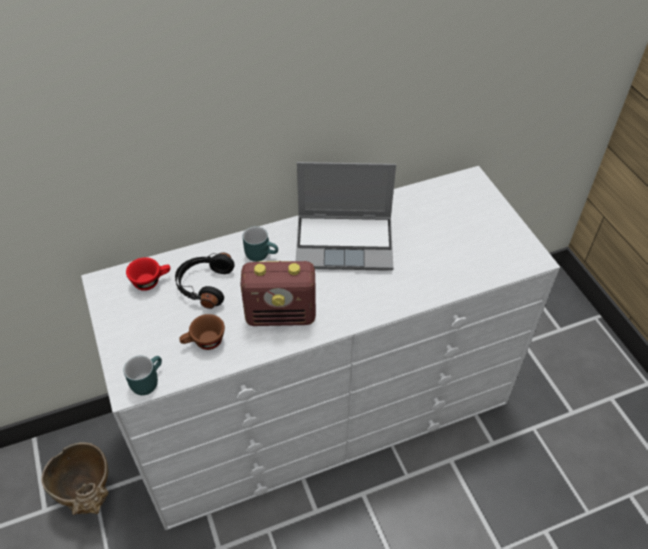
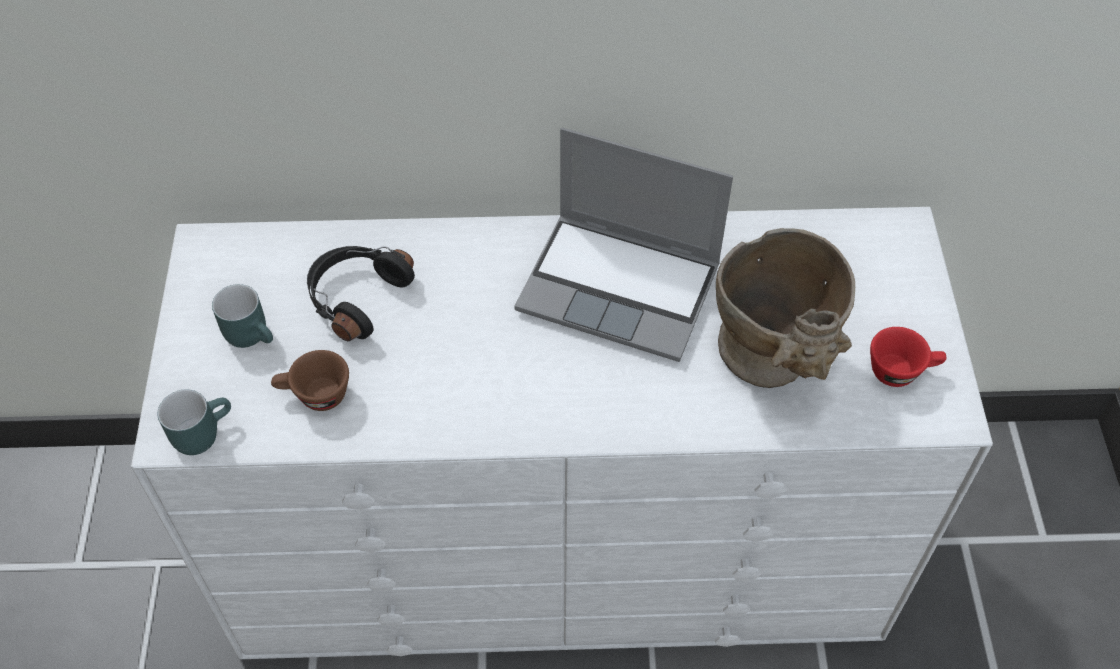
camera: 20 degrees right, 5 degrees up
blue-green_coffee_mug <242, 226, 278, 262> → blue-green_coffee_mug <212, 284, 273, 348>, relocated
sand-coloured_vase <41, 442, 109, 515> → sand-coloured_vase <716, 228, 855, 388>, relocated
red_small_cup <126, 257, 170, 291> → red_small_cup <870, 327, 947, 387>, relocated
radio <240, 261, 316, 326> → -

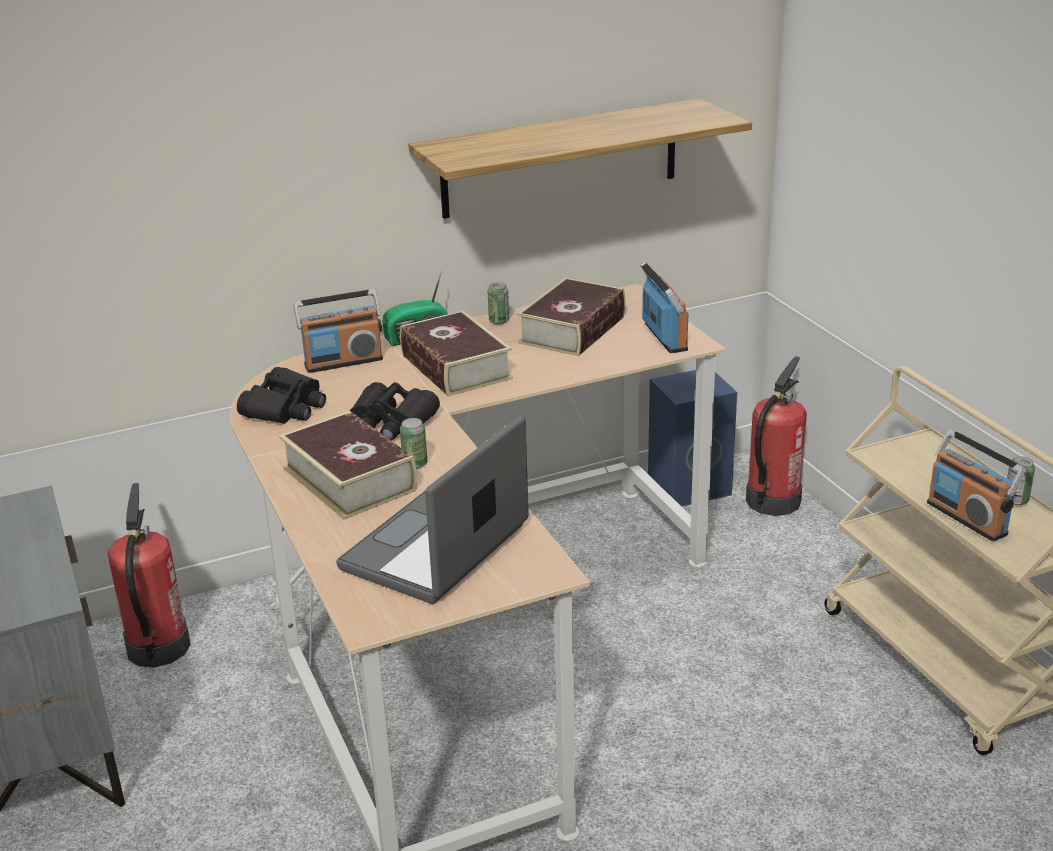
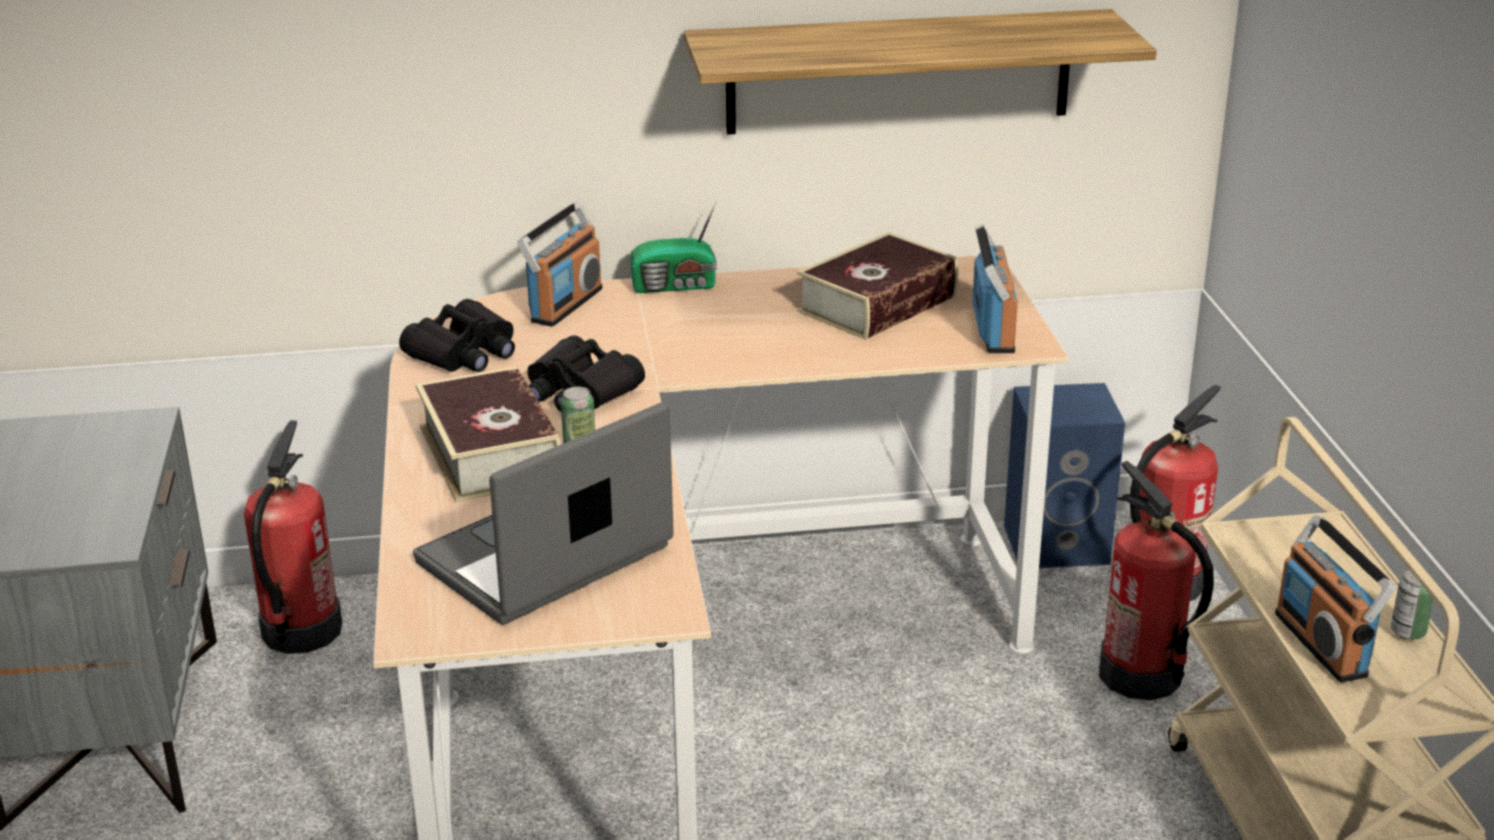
camera: 15 degrees right, 0 degrees up
radio <294, 289, 383, 373> → radio <517, 202, 602, 327>, 60 degrees counterclockwise
- → fire_extinguisher <1099, 461, 1214, 700>
book <400, 311, 513, 397> → -
metal_can <488, 282, 509, 324> → -

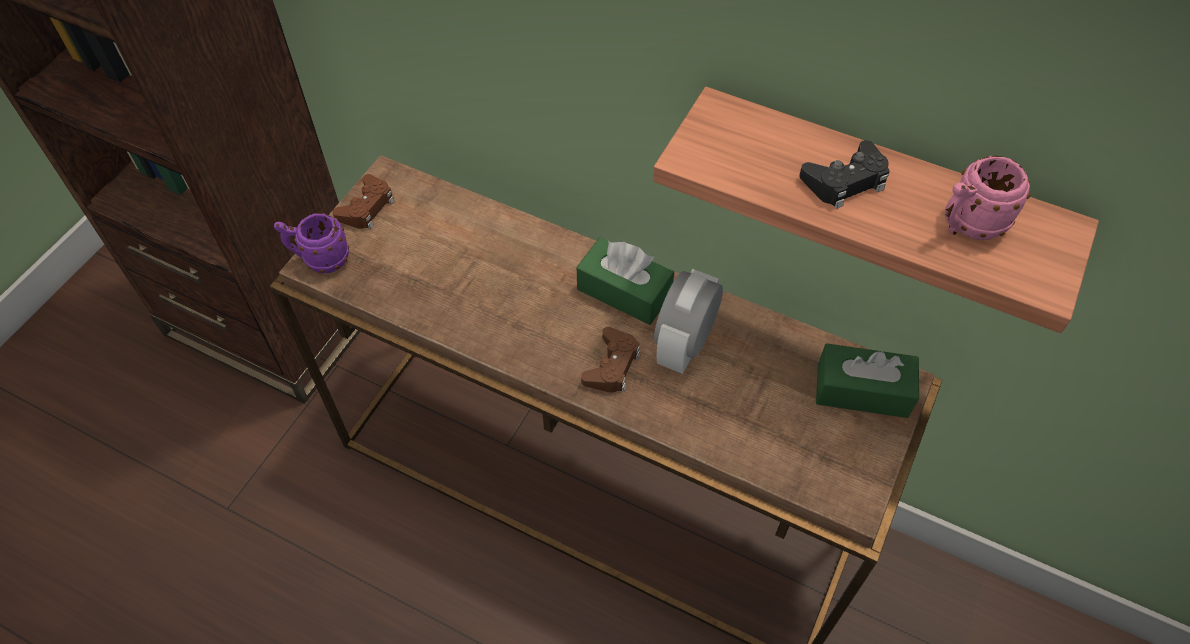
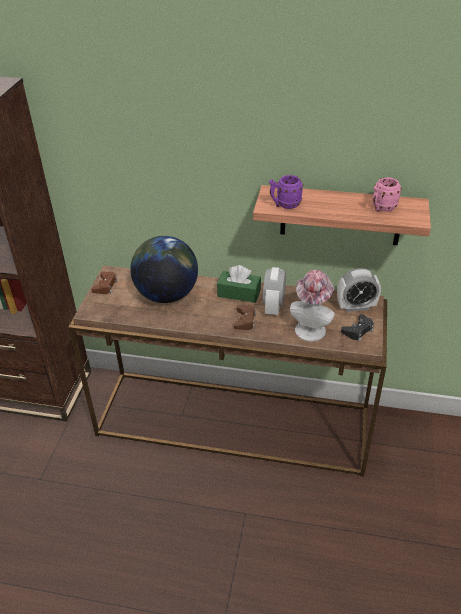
camera: 15 degrees left, 15 degrees down
- → desk_globe <130, 236, 198, 303>
purplish_coffee_mug <274, 213, 349, 273> → purplish_coffee_mug <269, 175, 303, 209>, relocated
- → clothing_hat <290, 270, 335, 341>
green_tissue_box <816, 343, 919, 418> → bedside_clock <337, 268, 381, 312>
black_game_controller <799, 140, 890, 209> → black_game_controller <341, 314, 374, 341>, relocated

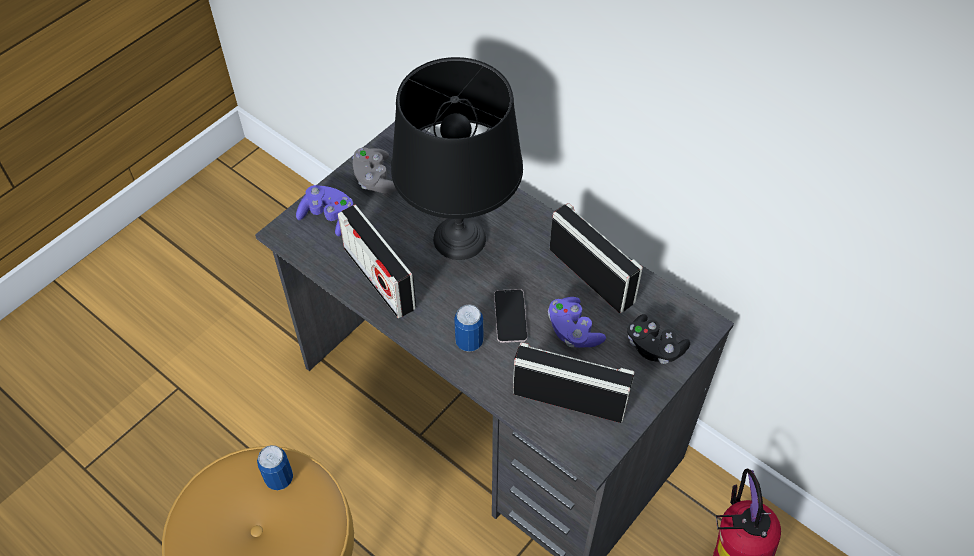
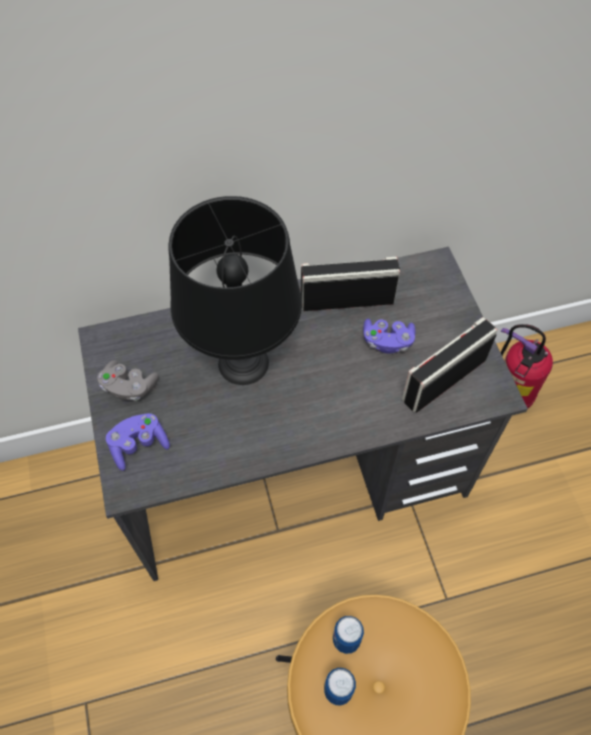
camera: 55 degrees left, 5 degrees up
metal_can <454, 304, 483, 352> → metal_can <324, 668, 356, 706>, relocated
radio <338, 205, 416, 318> → -
handset <494, 289, 528, 343> → -
black_game_controller <627, 314, 690, 364> → -

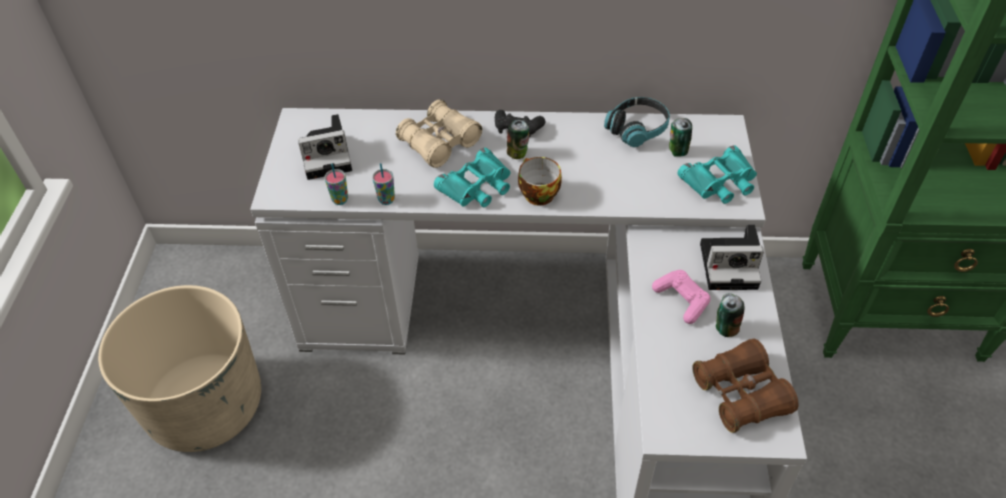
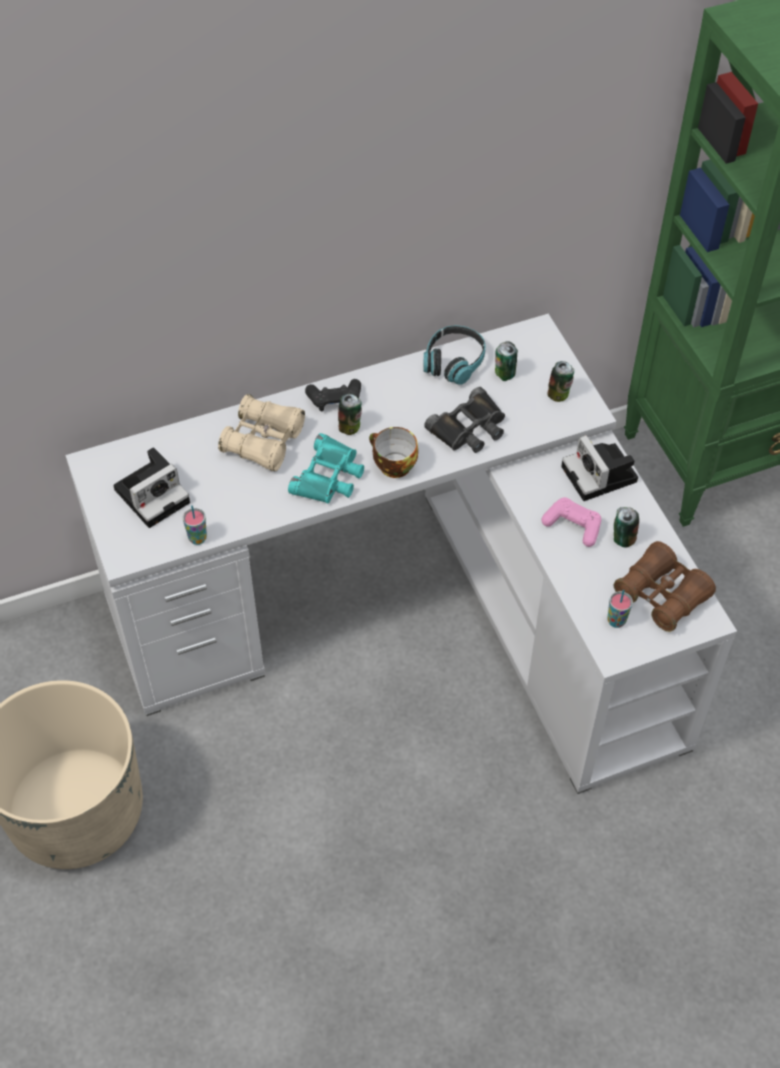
camera: 25 degrees left, 5 degrees up
- → black_binoculars <424, 387, 505, 453>
blue-green_binoculars <678, 145, 757, 204> → metal_can <547, 361, 574, 402>
photo_camera <700, 224, 764, 290> → photo_camera <561, 435, 638, 501>, 90 degrees clockwise
small_cup <372, 163, 395, 205> → small_cup <607, 590, 633, 628>, relocated

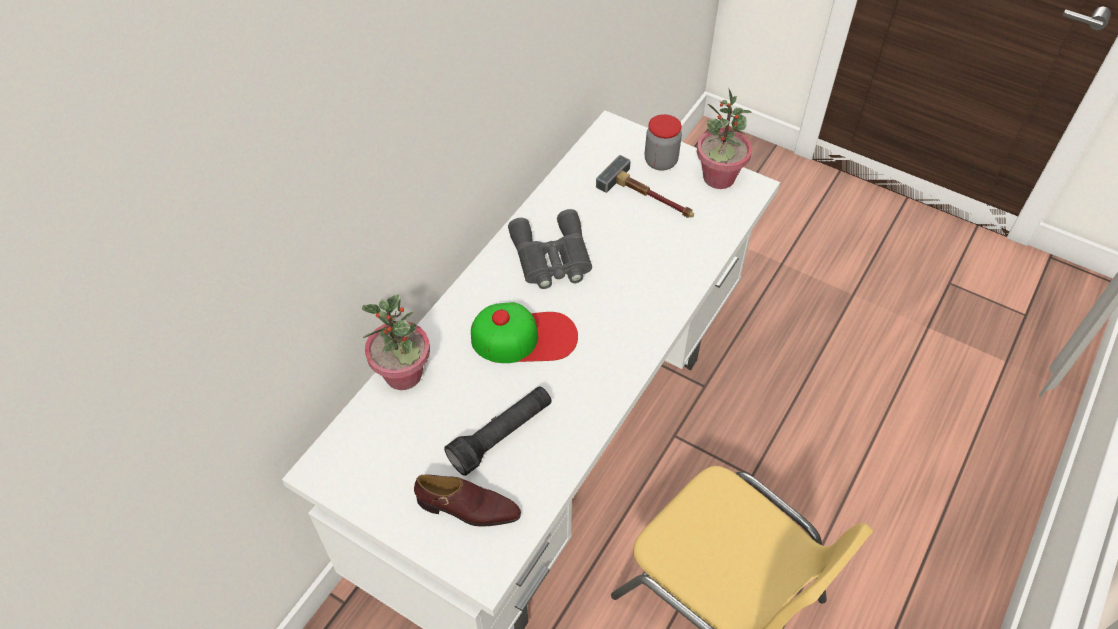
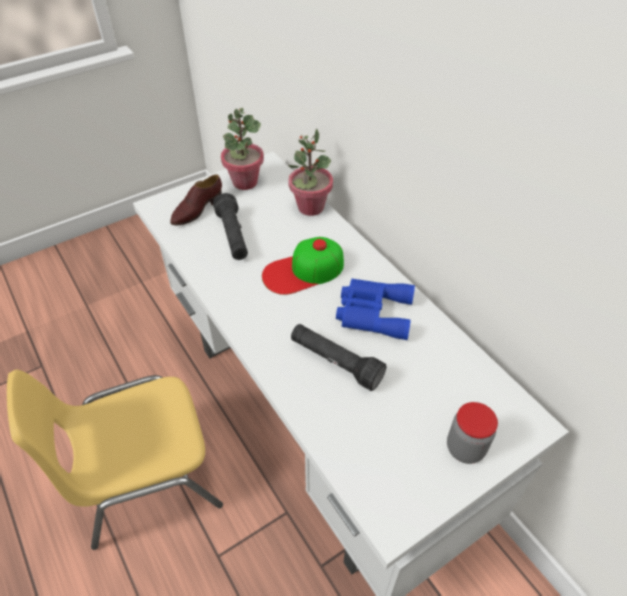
camera: 115 degrees right, 5 degrees down
potted_plant <697, 89, 752, 189> → potted_plant <221, 108, 264, 190>, relocated
baseball_cap <471, 302, 578, 363> → baseball_cap <262, 237, 344, 295>, 45 degrees clockwise
- → black_torch <291, 324, 387, 391>
greyish_binoculars <508, 209, 592, 289> → blue_binoculars <336, 279, 415, 340>
hammer <596, 155, 694, 218> → -

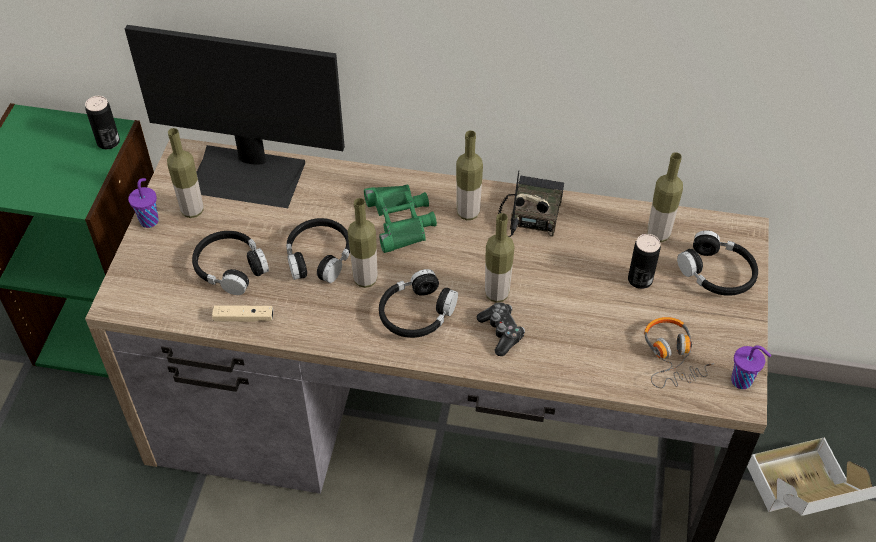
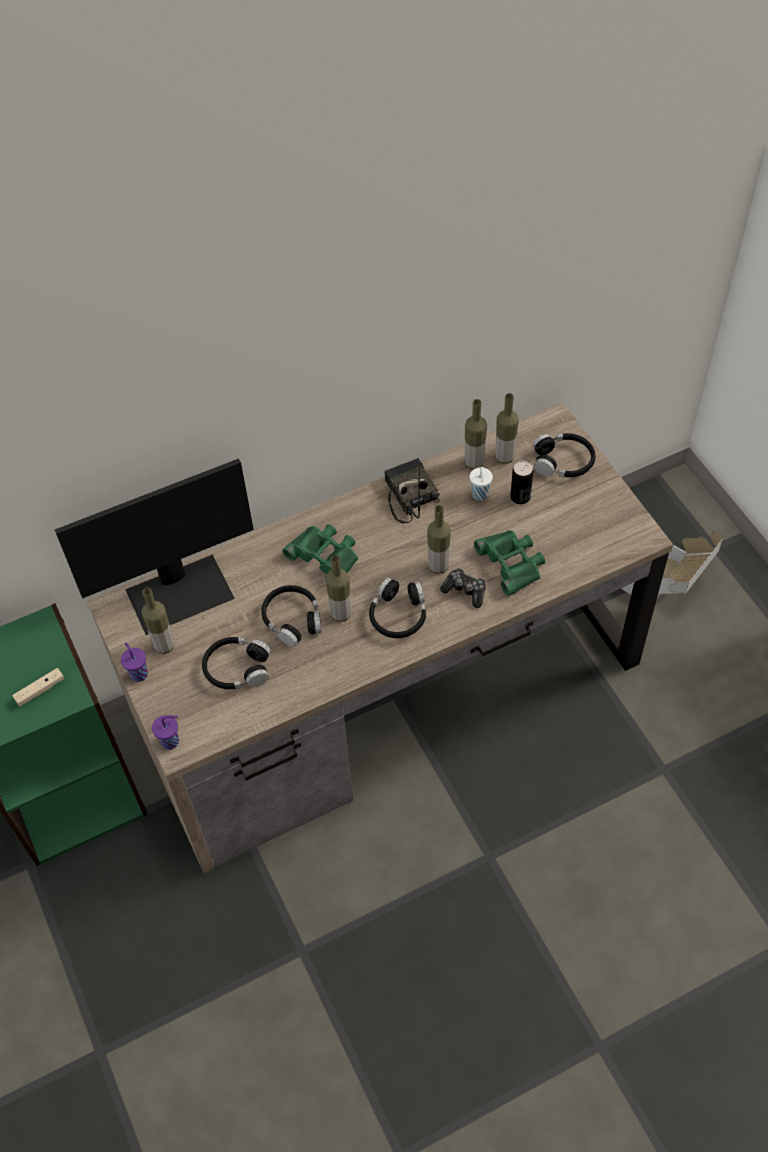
camera: 35 degrees left, 5 degrees up
sand-coloured_game_controller <212, 305, 273, 322> → sand-coloured_game_controller <13, 668, 64, 706>, relocated
purplish_small_cup <731, 345, 771, 389> → purplish_small_cup <152, 715, 179, 750>, relocated
drink_bottle <456, 131, 483, 220> → drink_bottle <465, 399, 487, 470>, relocated
- → white-coloured_small_cup <470, 467, 493, 501>
- → green_binoculars <474, 530, 545, 596>
metal_can <85, 96, 120, 149> → -
headphones <644, 317, 715, 388> → -

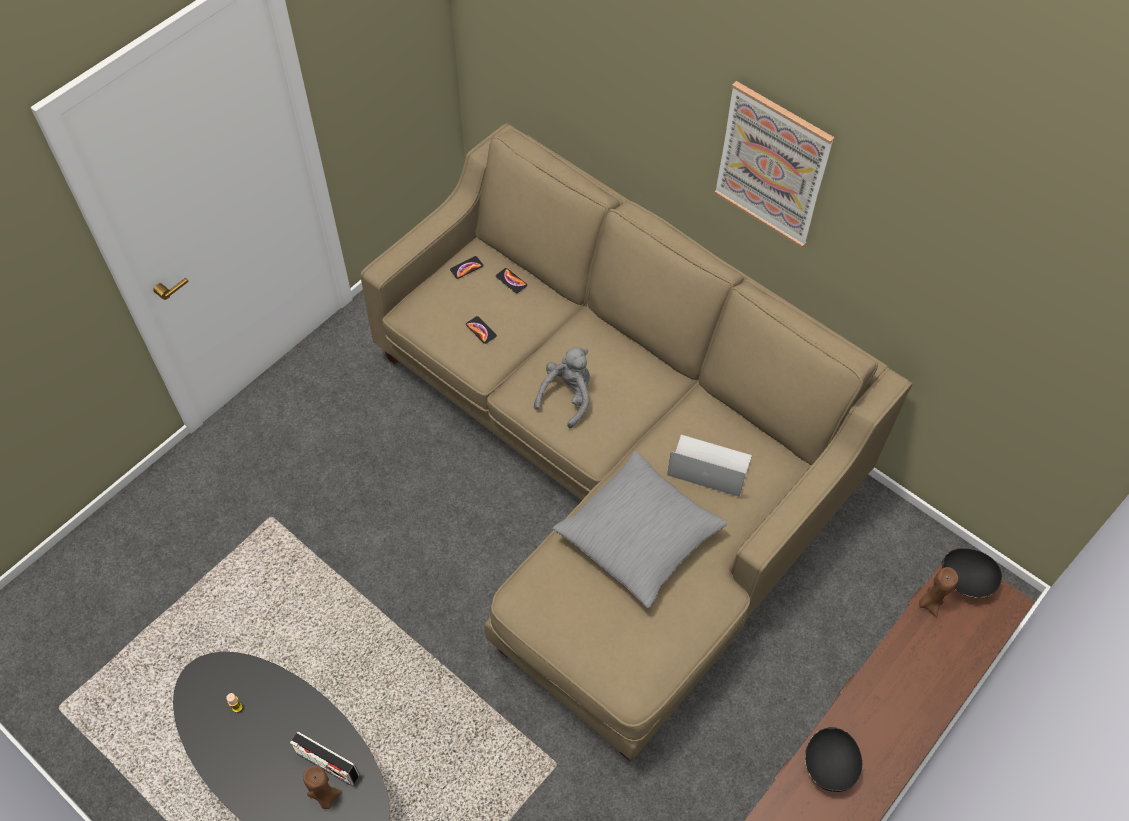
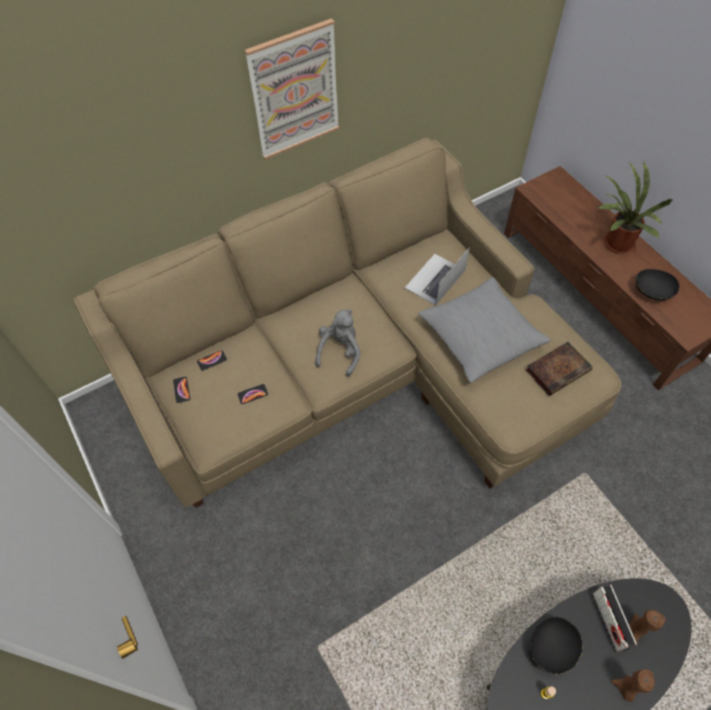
camera: 70 degrees left, 0 degrees up
greyish_cuddly_toy <534, 347, 590, 428> → greyish_cuddly_toy <315, 309, 361, 377>, 60 degrees clockwise
- → book <526, 342, 593, 396>
black_serving_bowl <941, 548, 1002, 598> → black_serving_bowl <530, 617, 583, 674>, relocated
radio <290, 731, 359, 786> → radio <592, 584, 637, 653>, 120 degrees clockwise
- → potted_plant <596, 161, 673, 254>
brown-coloured_wax_light <919, 567, 958, 617> → brown-coloured_wax_light <611, 669, 655, 702>, relocated

